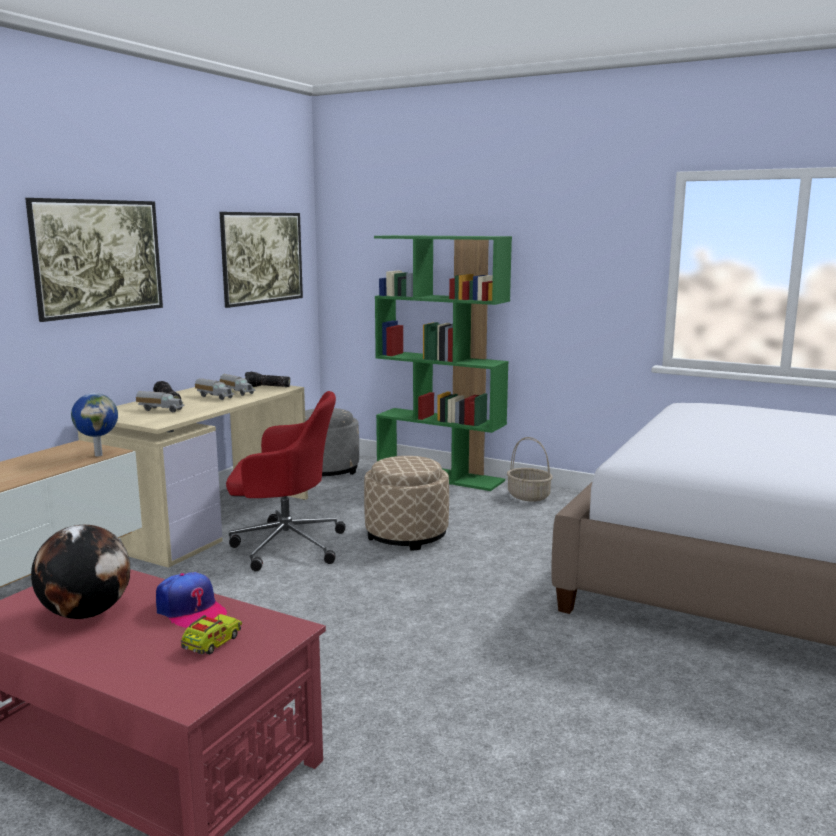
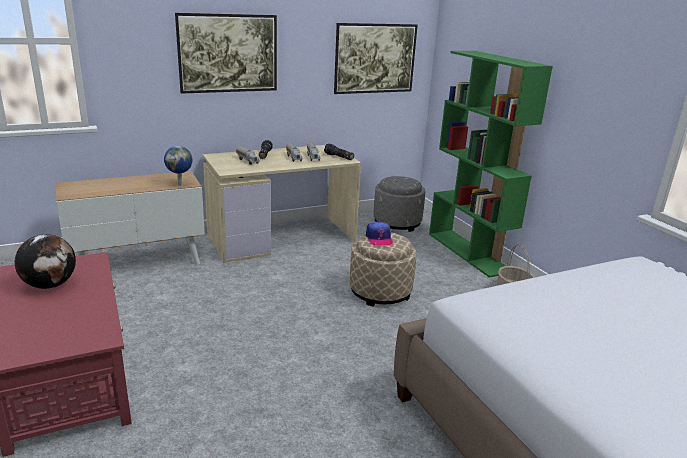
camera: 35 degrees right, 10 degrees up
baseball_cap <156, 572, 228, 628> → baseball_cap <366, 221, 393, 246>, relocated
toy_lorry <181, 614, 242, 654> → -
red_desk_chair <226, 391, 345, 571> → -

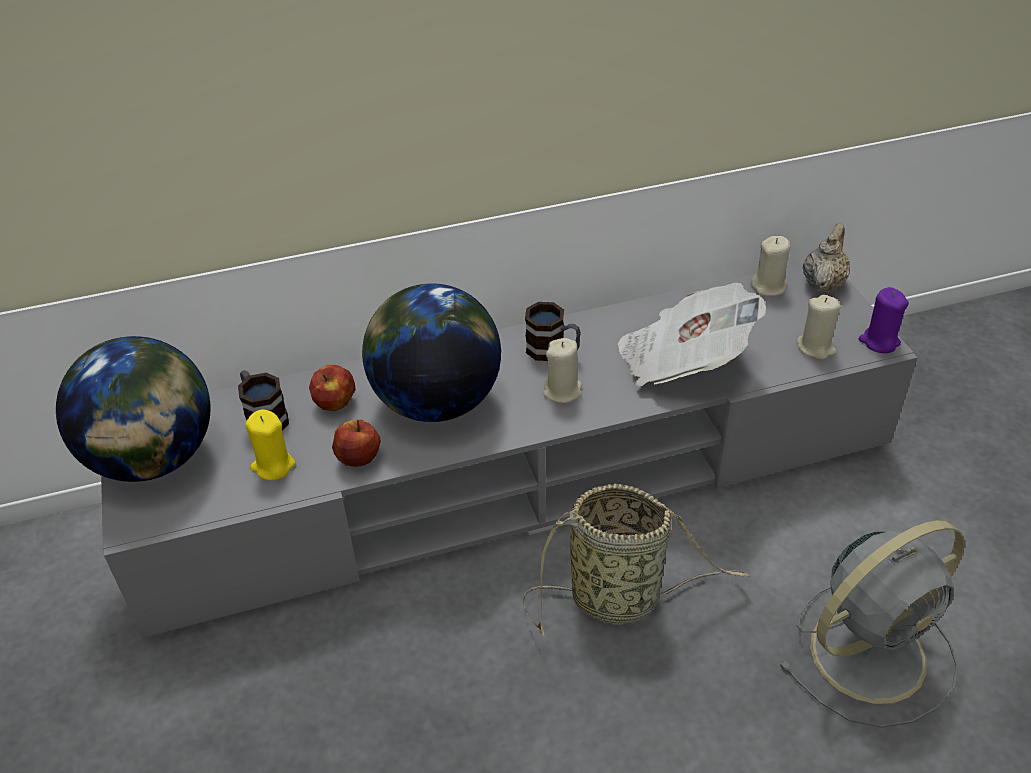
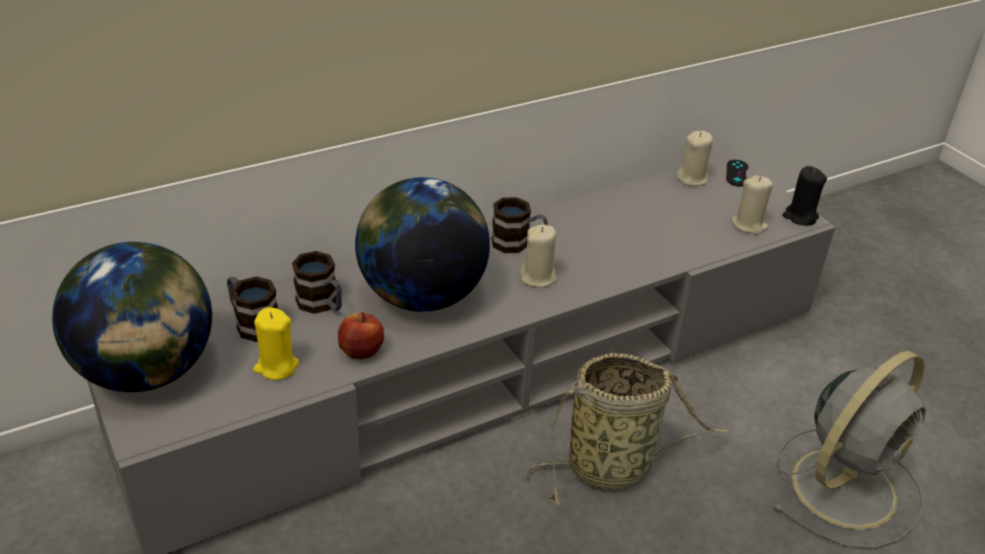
camera: 15 degrees left, 5 degrees down
apple <309, 365, 356, 411> → coffee_mug <292, 251, 342, 314>
sand-coloured_teapot <803, 223, 850, 293> → black_game_controller <726, 160, 749, 187>
purplish_wax_light <859, 287, 909, 353> → black_wax_light <783, 166, 827, 226>
newspaper <617, 283, 766, 387> → -

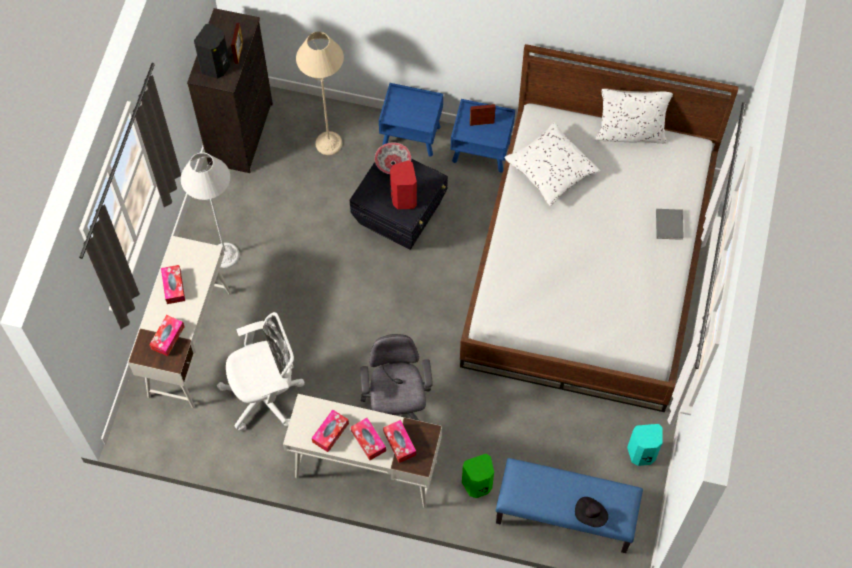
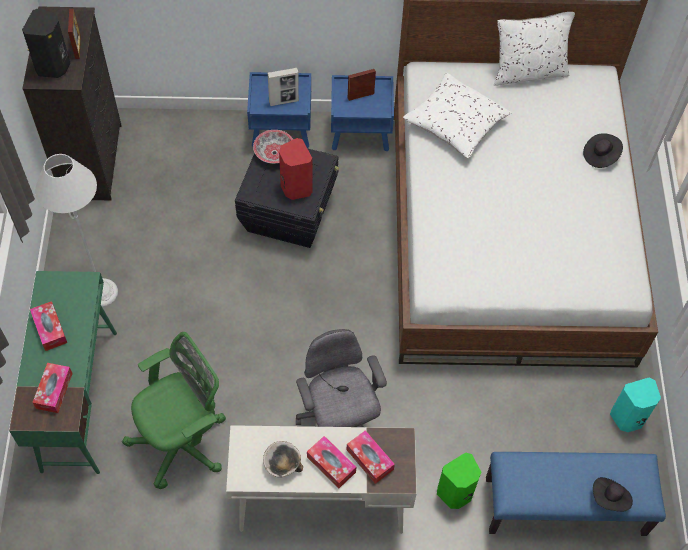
camera: 15 degrees left, 5 degrees down
white-coloured_desk_table <128, 236, 231, 408> → green_desk_table <9, 271, 117, 474>
white-coloured_desk_chair <217, 312, 305, 431> → green_desk_chair <122, 332, 226, 489>
tissue_box <312, 409, 349, 452> → serving_bowl <263, 441, 303, 478>
- → picture_frame <268, 68, 299, 106>
greyish_book <656, 209, 684, 240> → black_clothing_hat <583, 133, 623, 168>
sand-coloured_floor_lamp <296, 32, 344, 155> → -

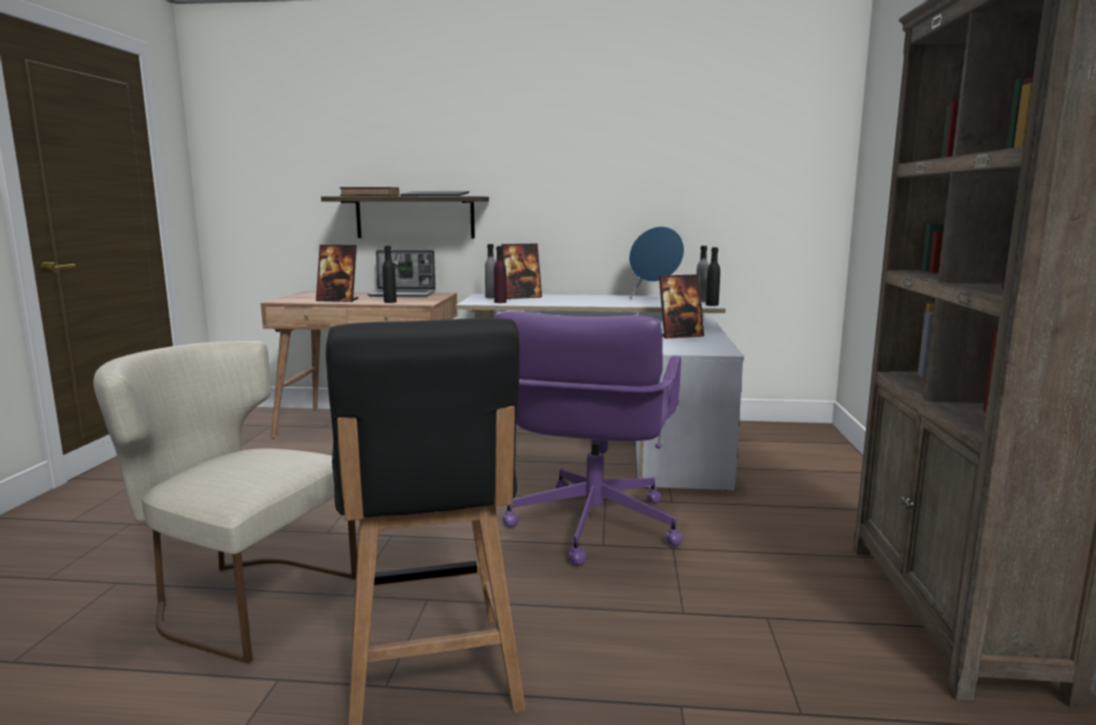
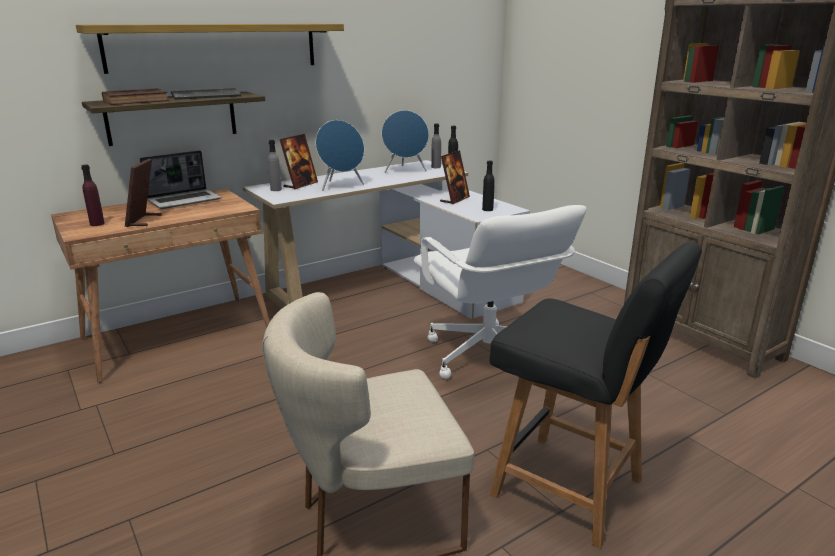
camera: 40 degrees left, 10 degrees up
- → bracket_shelf <76, 24, 344, 74>
purplish_drink_bottle <494, 246, 507, 303> → purplish_drink_bottle <81, 165, 105, 226>, relocated
picture_frame <316, 245, 359, 302> → picture_frame <125, 159, 162, 227>, 120 degrees clockwise
- → blue_loudspeaker <316, 120, 364, 191>
purplish_desk_chair <495, 311, 683, 566> → white-coloured_desk_chair <414, 205, 586, 379>
black_drink_bottle <382, 246, 397, 303> → black_drink_bottle <482, 161, 495, 211>, relocated

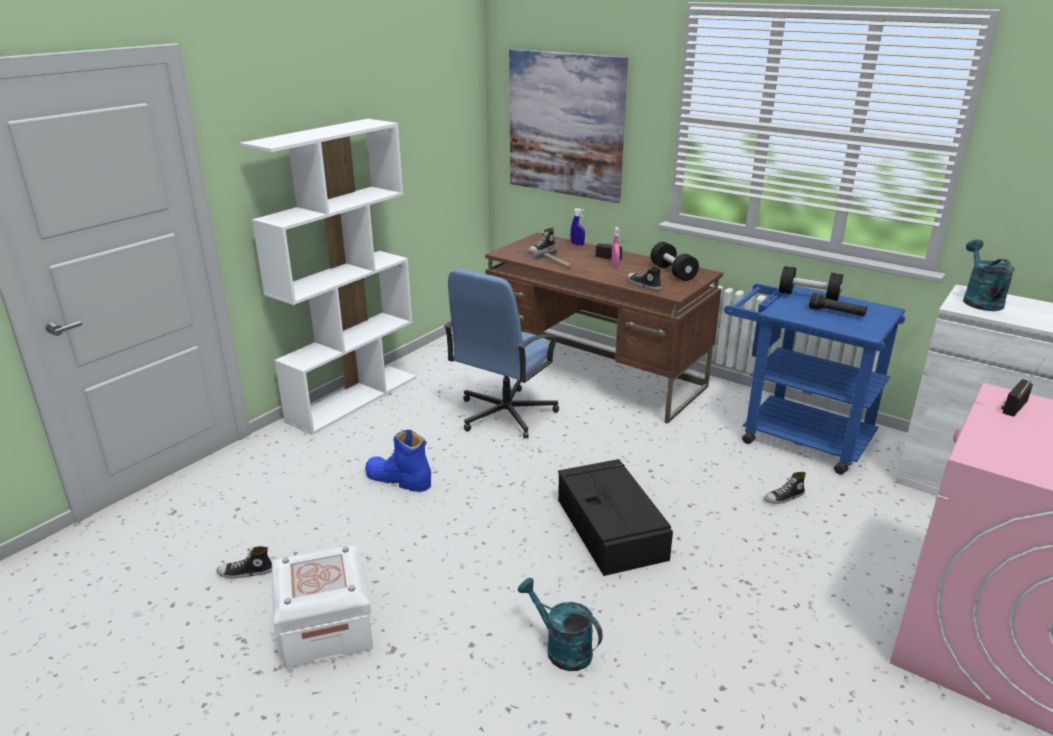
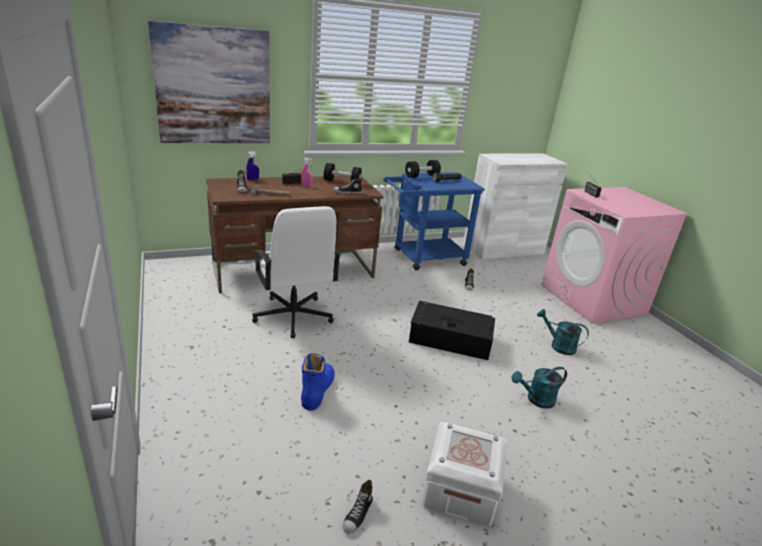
camera: 60 degrees left, 0 degrees up
blue_desk_chair <444, 269, 559, 439> → white-coloured_desk_chair <252, 206, 341, 339>
blue_tall_boot <365, 430, 431, 492> → blue_tall_boot <301, 353, 335, 411>, 135 degrees clockwise
blue-green_watering_pot <963, 239, 1015, 311> → blue-green_watering_pot <537, 309, 589, 355>, relocated
white-coloured_bookcase <240, 119, 416, 435> → -

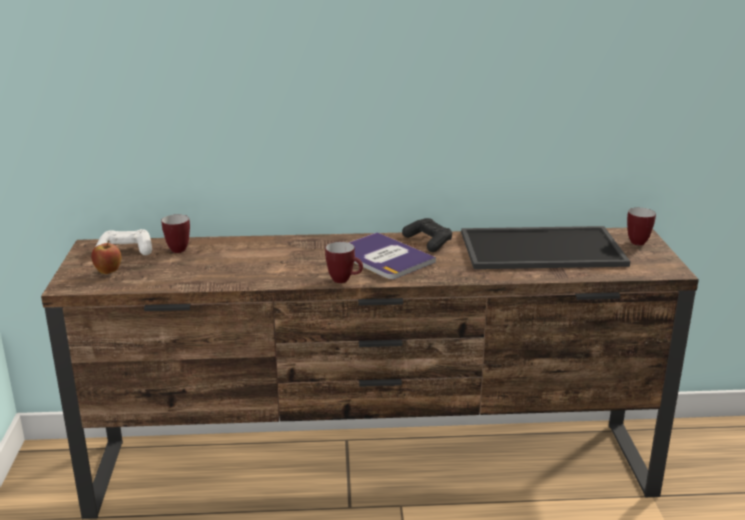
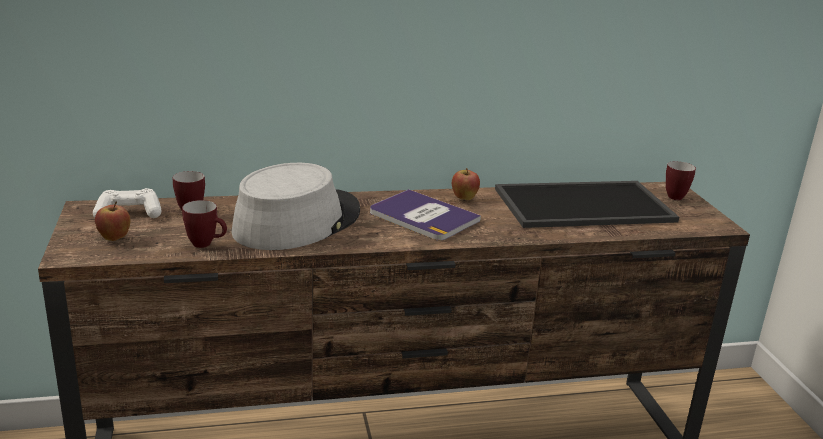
camera: 10 degrees left, 0 degrees up
coffee_mug <325, 242, 363, 283> → coffee_mug <182, 200, 227, 248>, relocated
- → greyish_clothing_hat <231, 163, 360, 250>
black_game_controller <402, 218, 452, 252> → apple <452, 168, 480, 200>

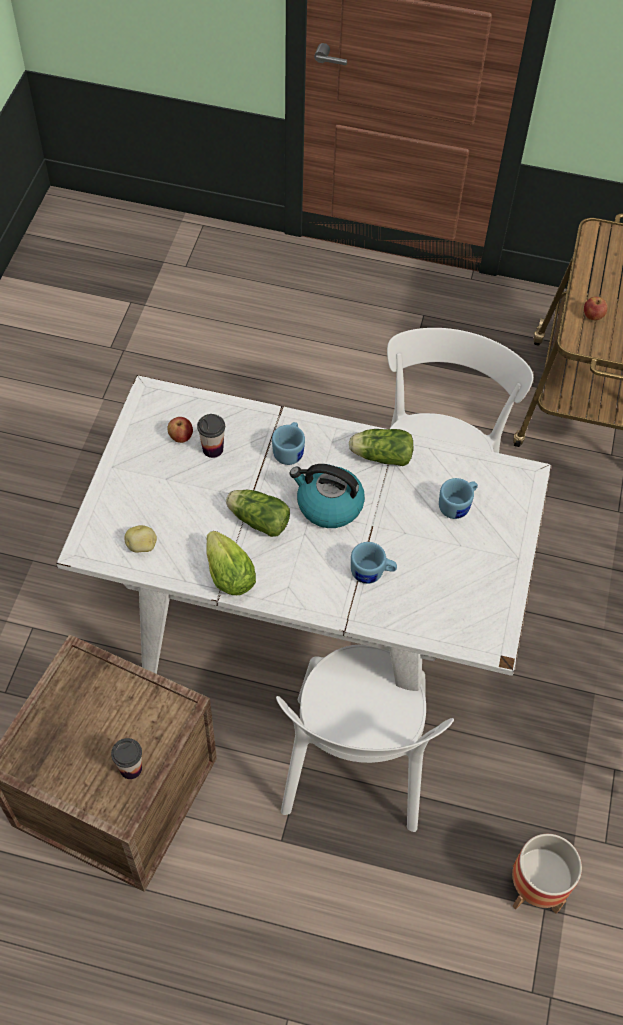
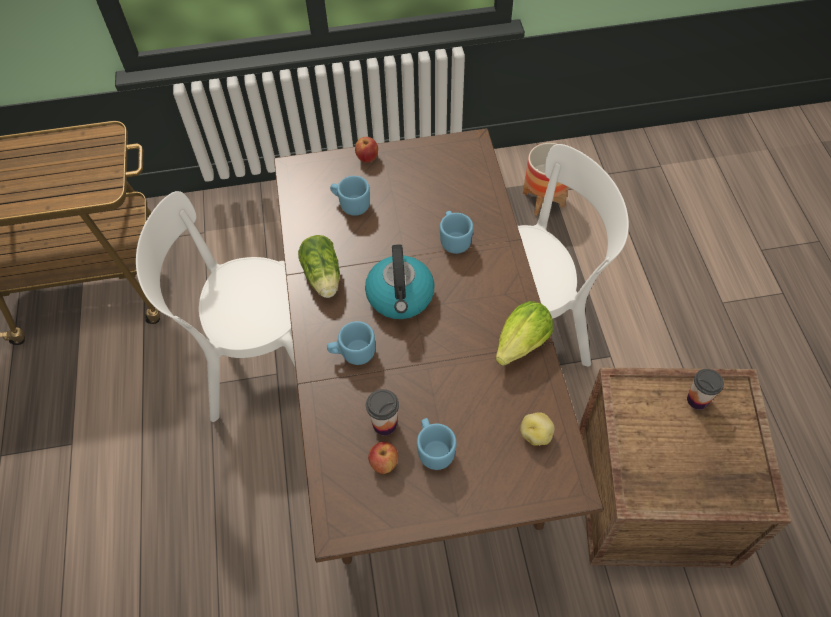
camera: 110 degrees left, 0 degrees up
white-coloured_dinner_table <56, 375, 551, 691> → brown-coloured_dinner_table <274, 128, 604, 564>
apple <584, 297, 608, 320> → apple <355, 137, 378, 162>, relocated
- → blue_coffee_mug <417, 418, 457, 470>
lettuce <226, 490, 290, 537> → -

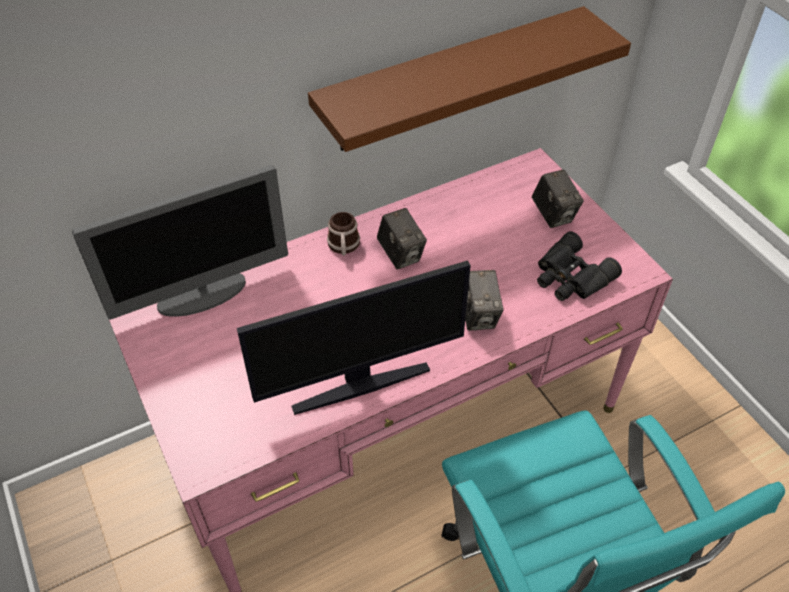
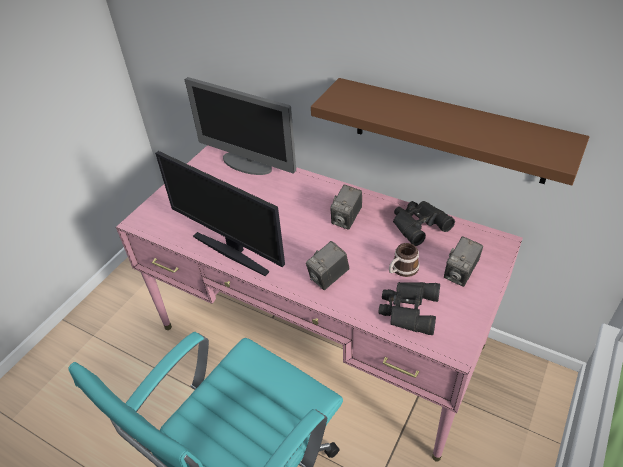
camera: 60 degrees right, 5 degrees down
coffee_mug <327, 212, 360, 256> → coffee_mug <389, 243, 419, 277>, relocated
- → black_binoculars <393, 201, 455, 246>

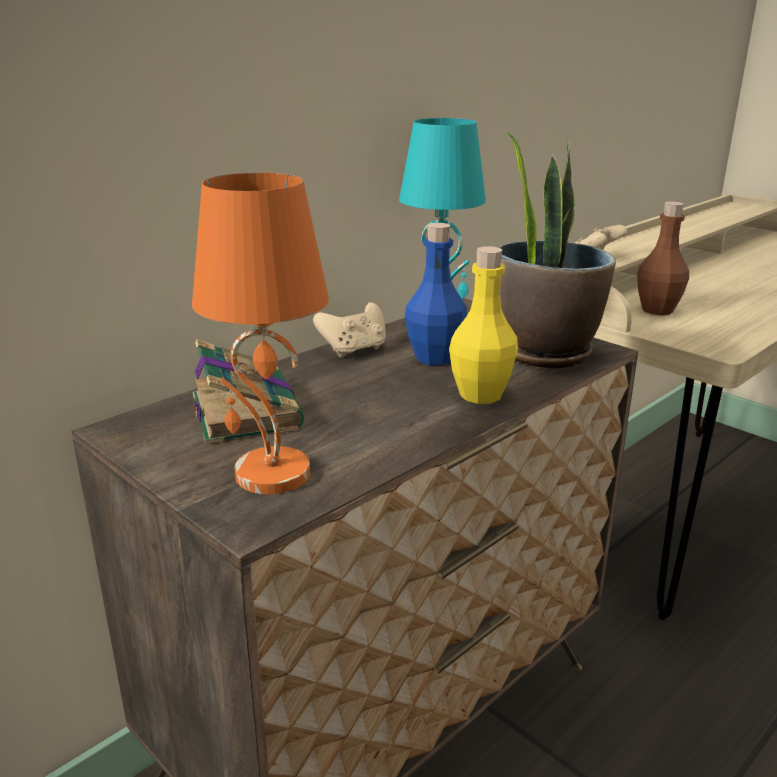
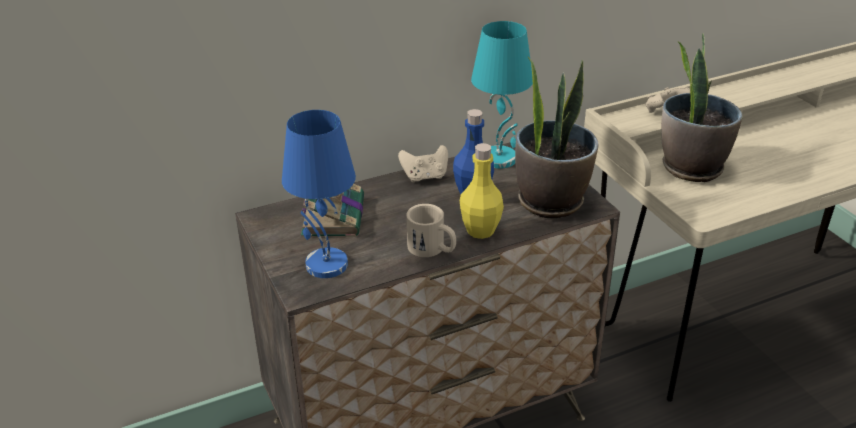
camera: 20 degrees right, 10 degrees up
orange-coloured_table_lamp <192, 173, 329, 494> → blue_table_lamp <282, 110, 356, 278>
- → sand-coloured_coffee_mug <406, 204, 456, 257>
brown-coloured_drink_bottle <637, 202, 689, 315> → potted_plant <661, 33, 743, 182>

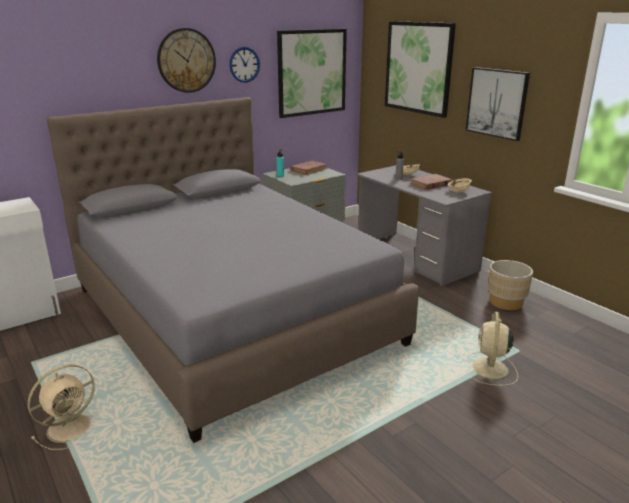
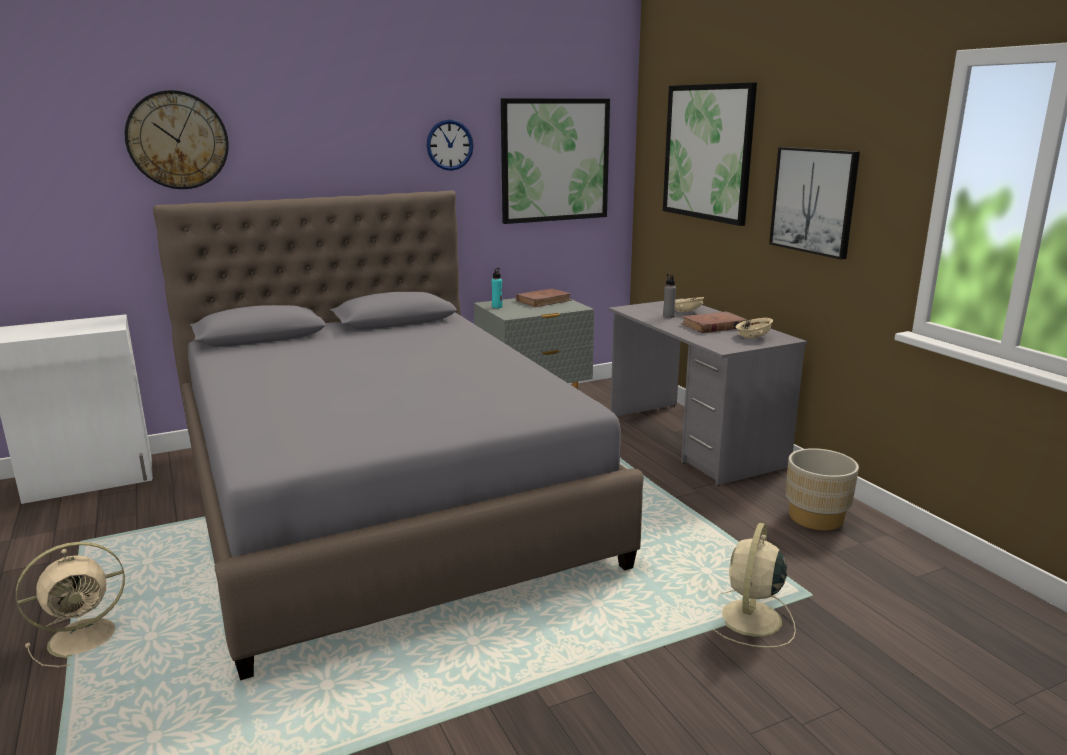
camera: 10 degrees right, 5 degrees down
wall_clock <157, 28, 216, 93> → wall_clock <125, 90, 229, 189>, relocated

